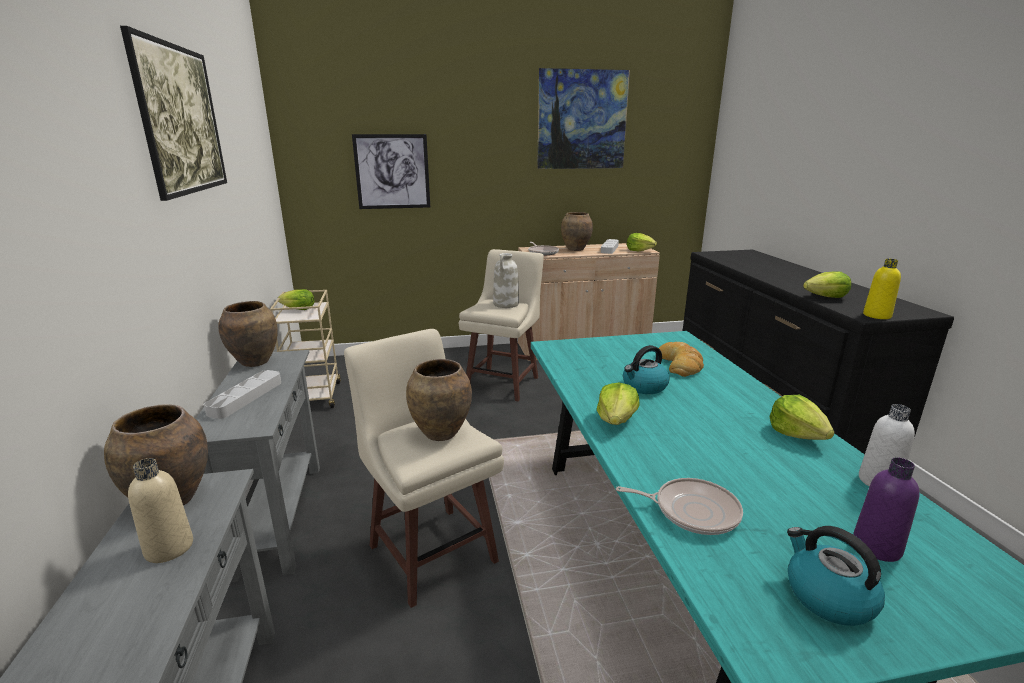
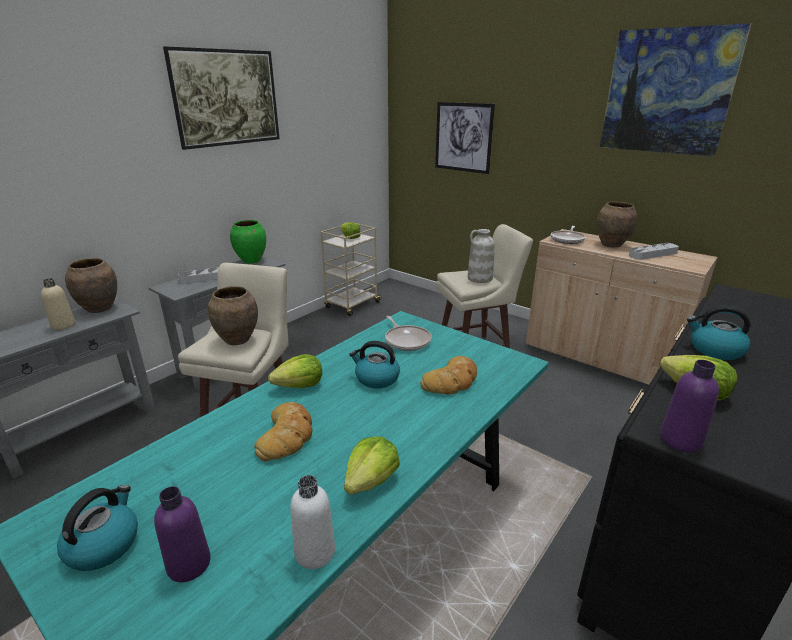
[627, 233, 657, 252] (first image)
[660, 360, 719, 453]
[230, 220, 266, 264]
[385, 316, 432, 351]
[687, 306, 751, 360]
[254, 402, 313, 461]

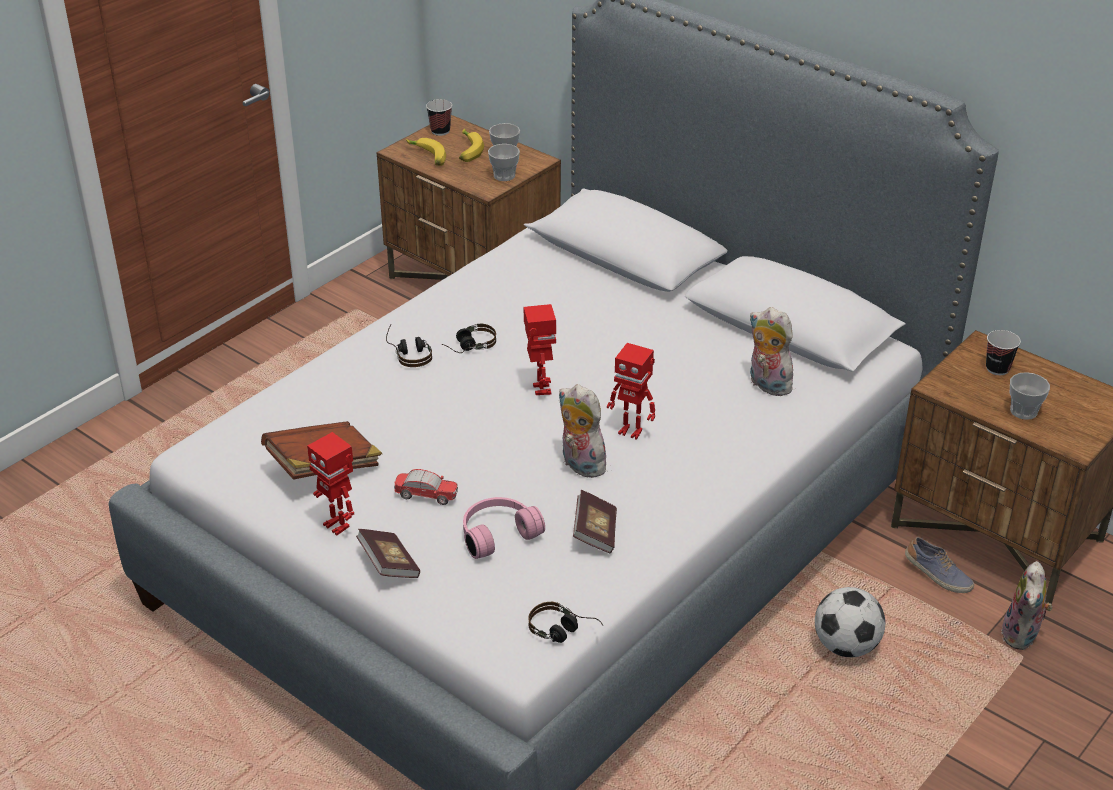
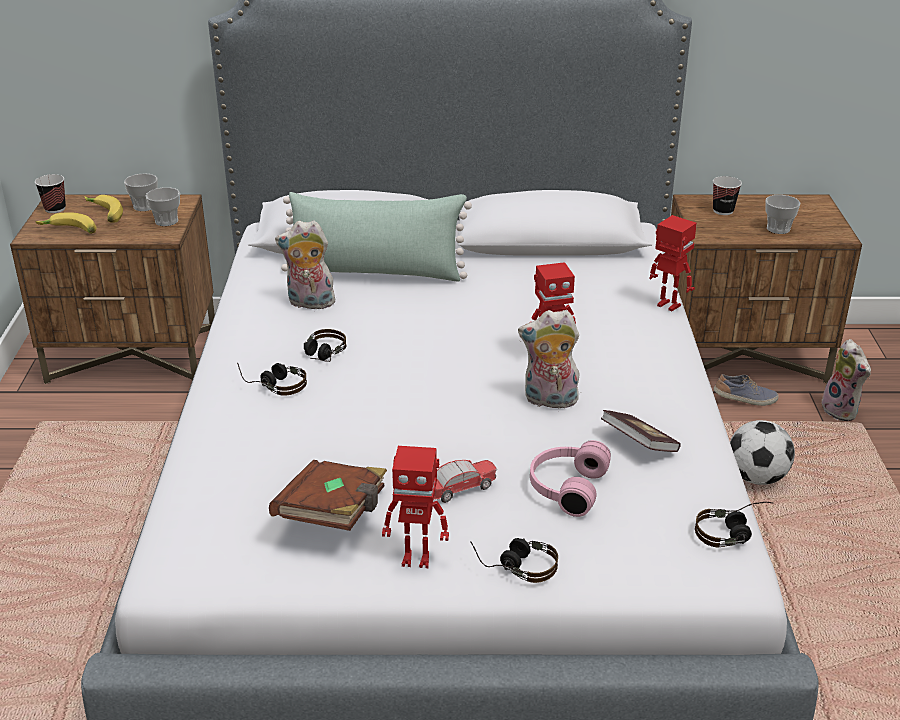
[649, 215, 697, 311]
[275, 220, 335, 309]
[470, 538, 558, 583]
[281, 192, 472, 282]

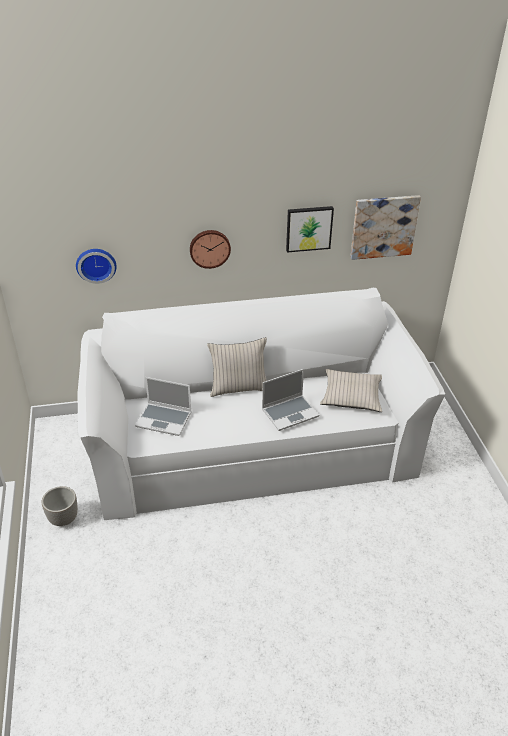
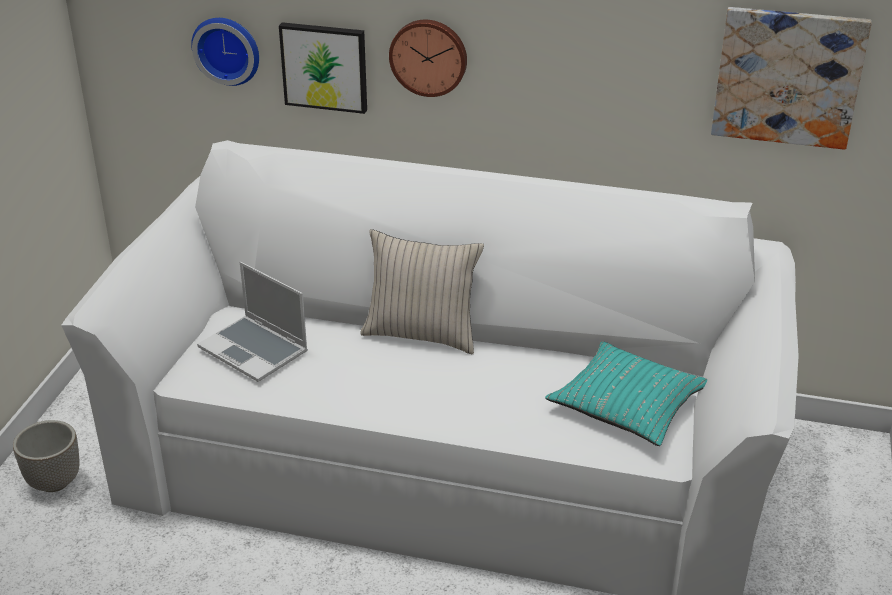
[279, 22, 367, 114]
[262, 369, 319, 431] (first image)
[545, 341, 707, 446]

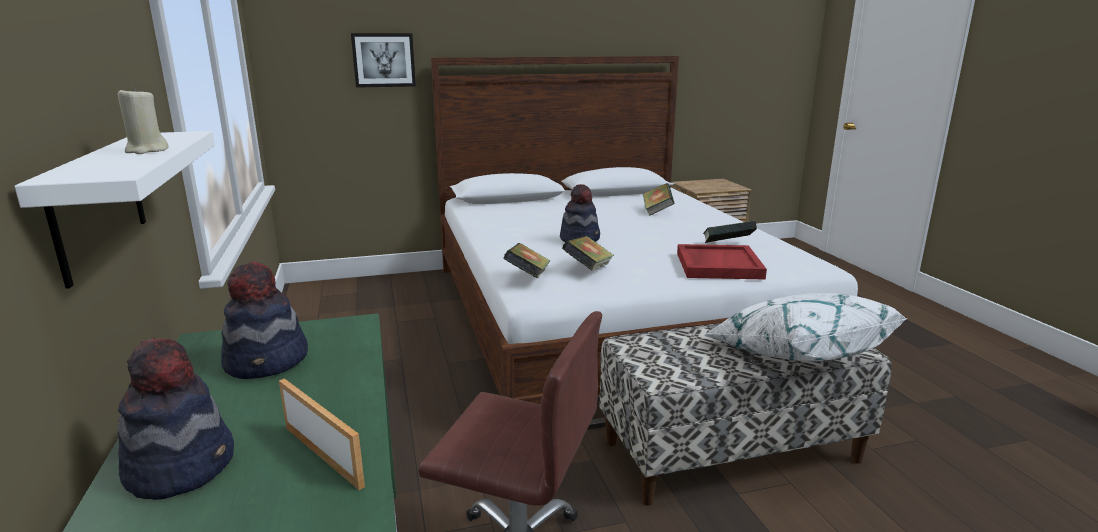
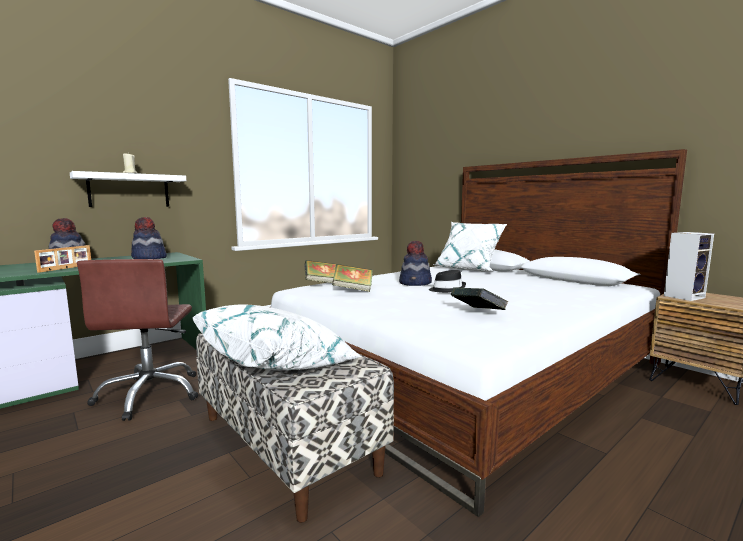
[351, 33, 416, 88] (first image)
[643, 183, 675, 216] (first image)
[677, 244, 767, 280] (first image)
[433, 222, 507, 272]
[664, 232, 714, 301]
[429, 270, 466, 293]

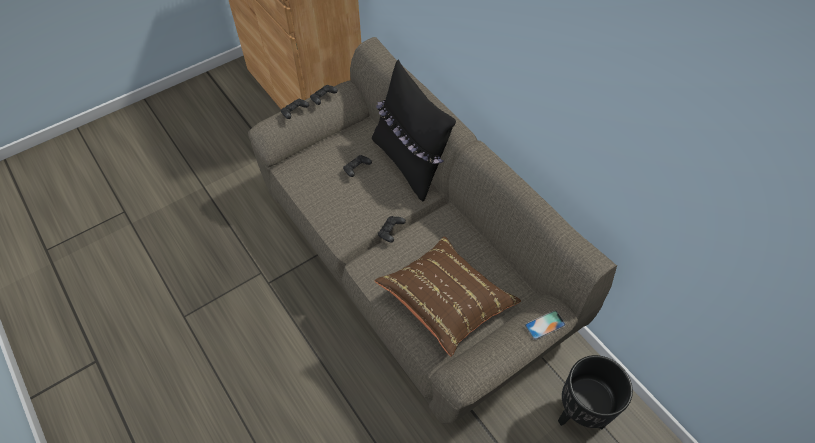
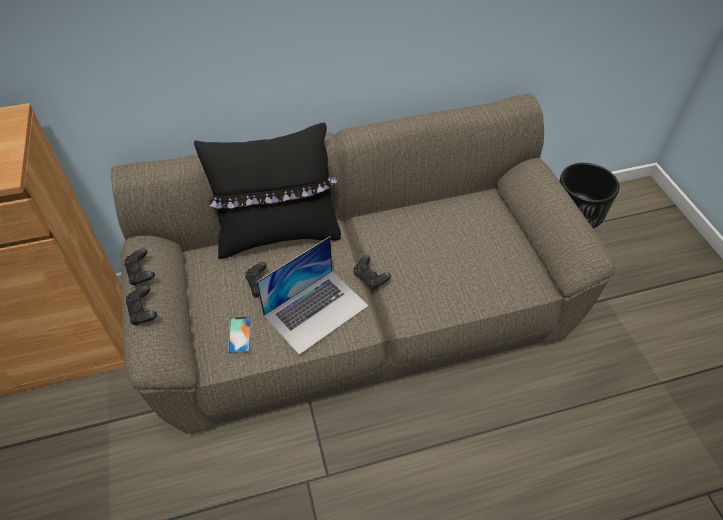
[374, 236, 521, 357] (first image)
[228, 316, 251, 354]
[256, 236, 369, 355]

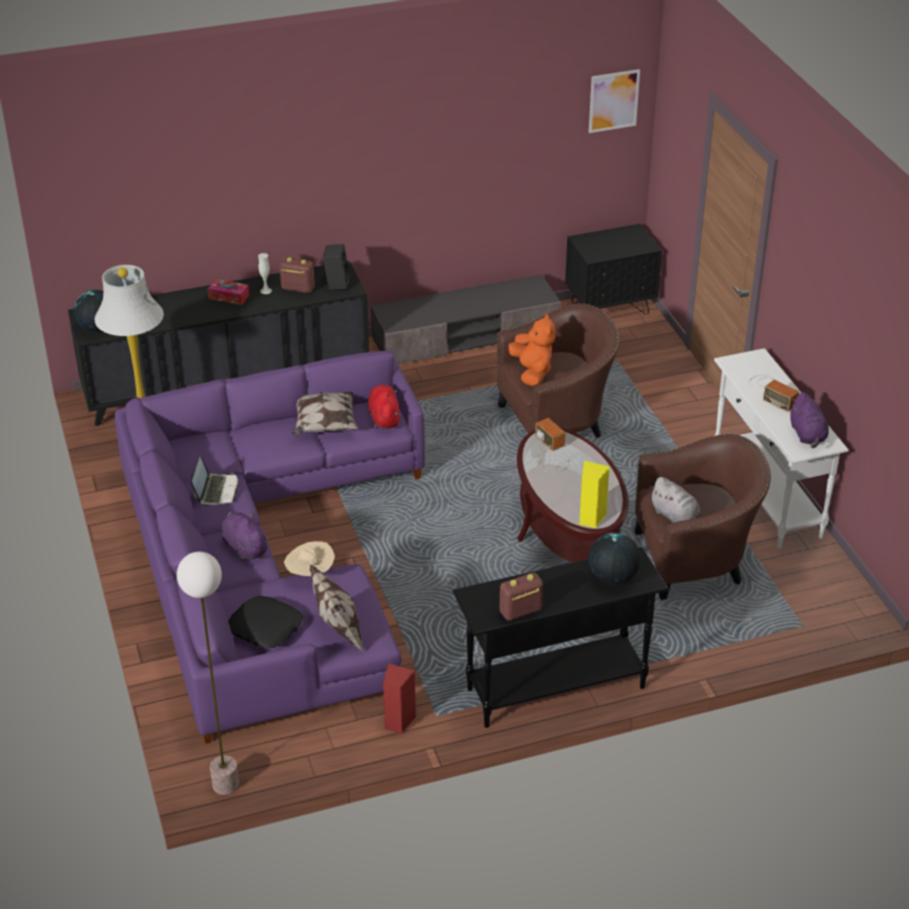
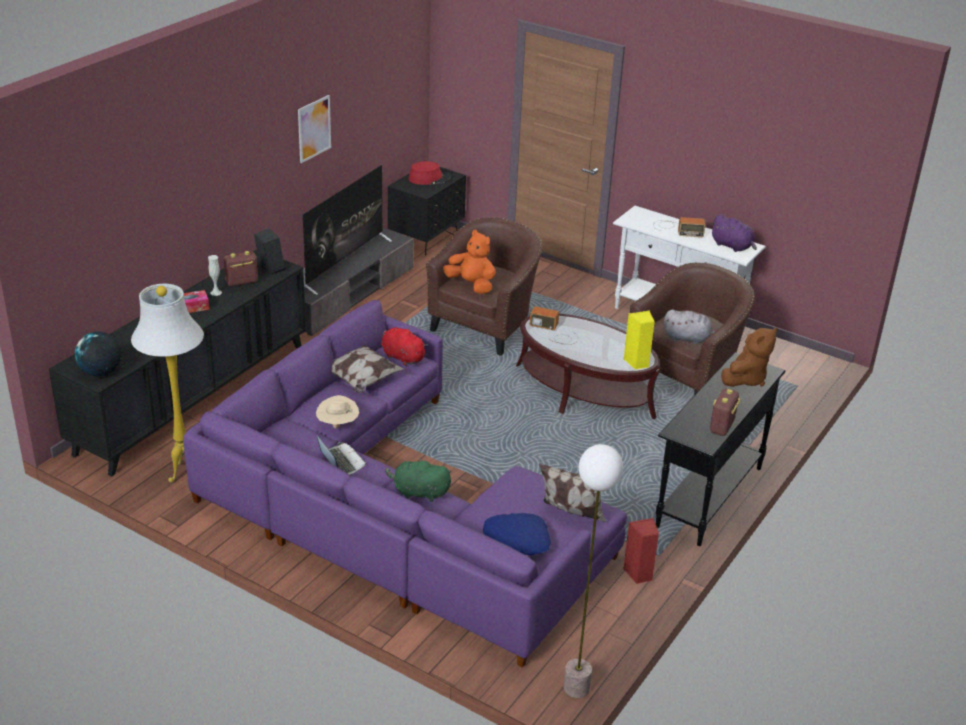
[298, 95, 331, 163]
[385, 457, 451, 502]
[721, 328, 777, 387]
[316, 395, 359, 429]
[483, 513, 551, 555]
[408, 161, 450, 185]
[303, 165, 392, 295]

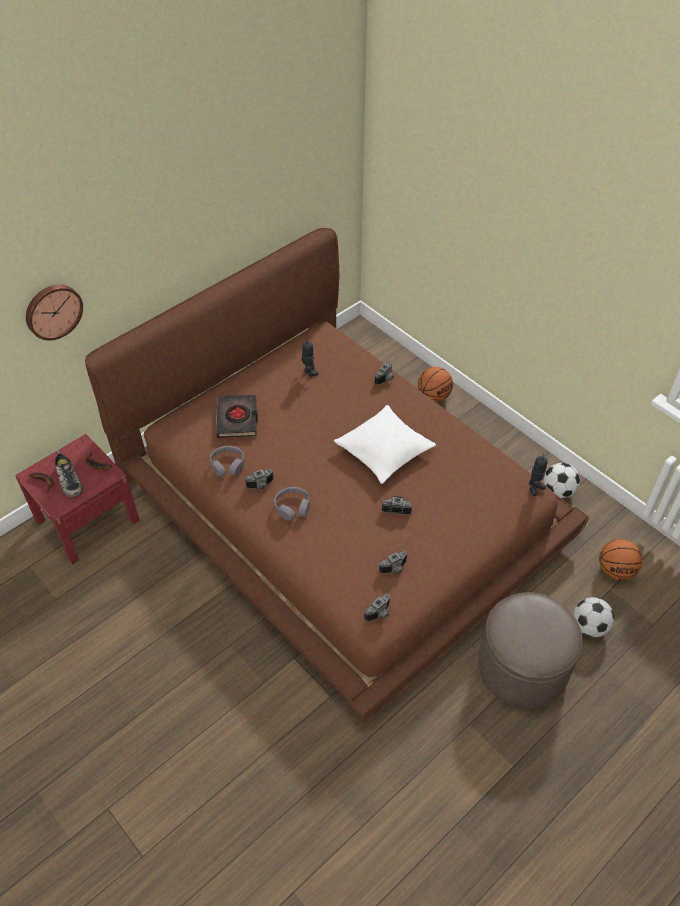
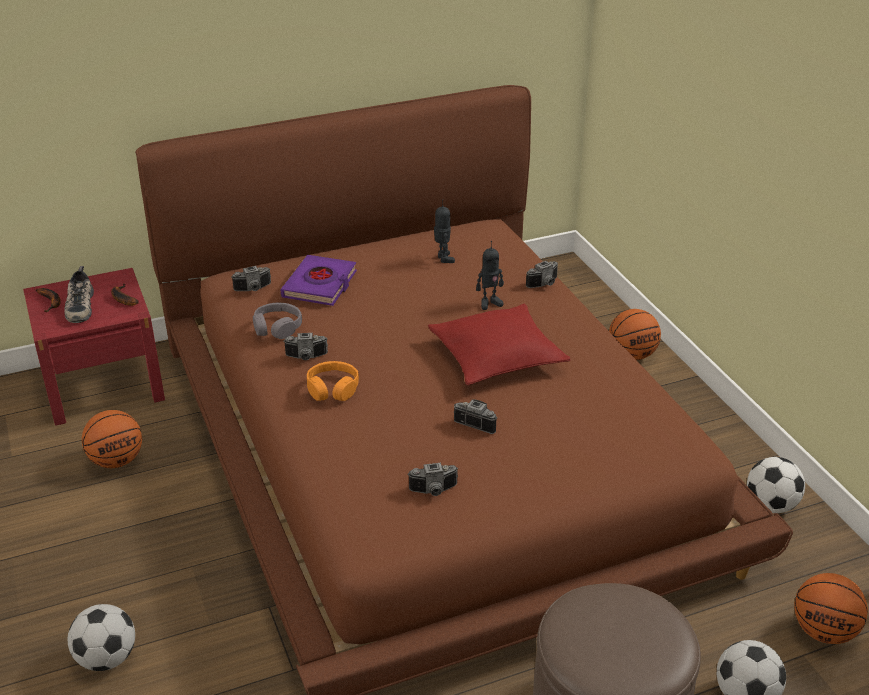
[26, 285, 83, 340] (first image)
[280, 255, 357, 306]
[428, 304, 571, 386]
[476, 241, 504, 310]
[307, 361, 359, 401]
[231, 266, 271, 291]
[82, 410, 142, 468]
[68, 604, 135, 671]

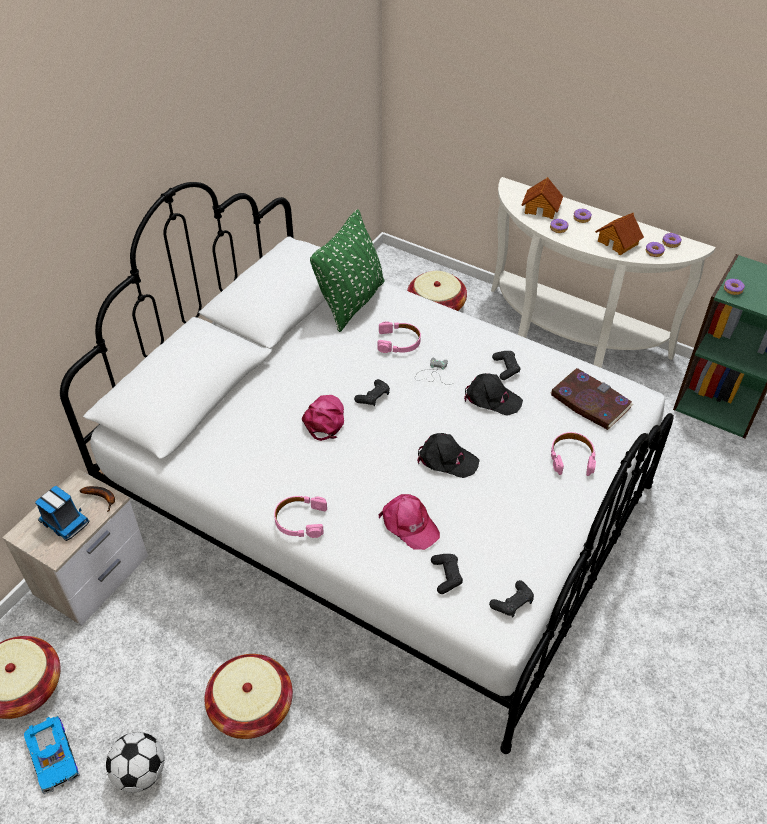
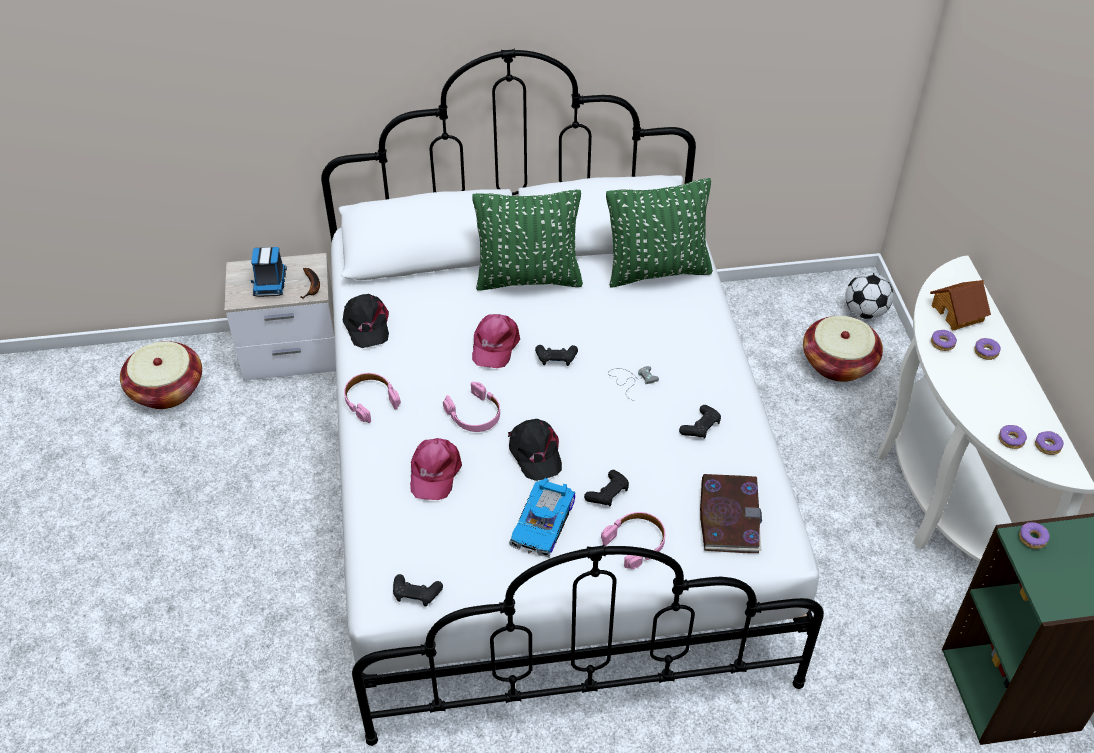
[595, 213, 644, 255] (first image)
[443, 381, 500, 432]
[343, 294, 389, 348]
[472, 314, 520, 368]
[584, 470, 629, 506]
[204, 654, 293, 739] (first image)
[509, 478, 575, 558]
[845, 273, 893, 319]
[472, 190, 583, 291]

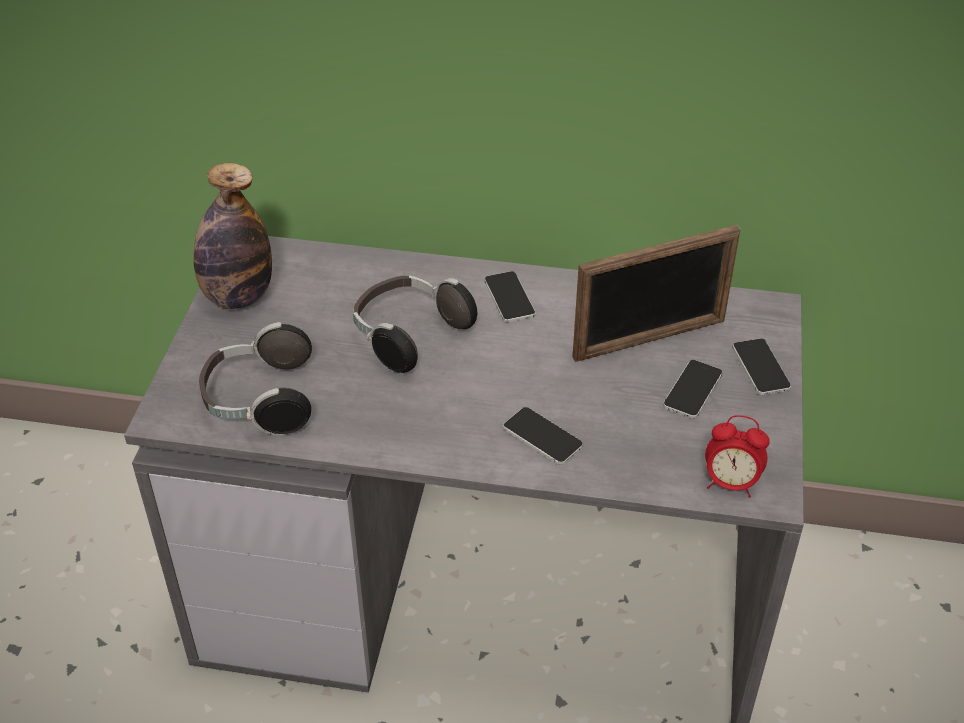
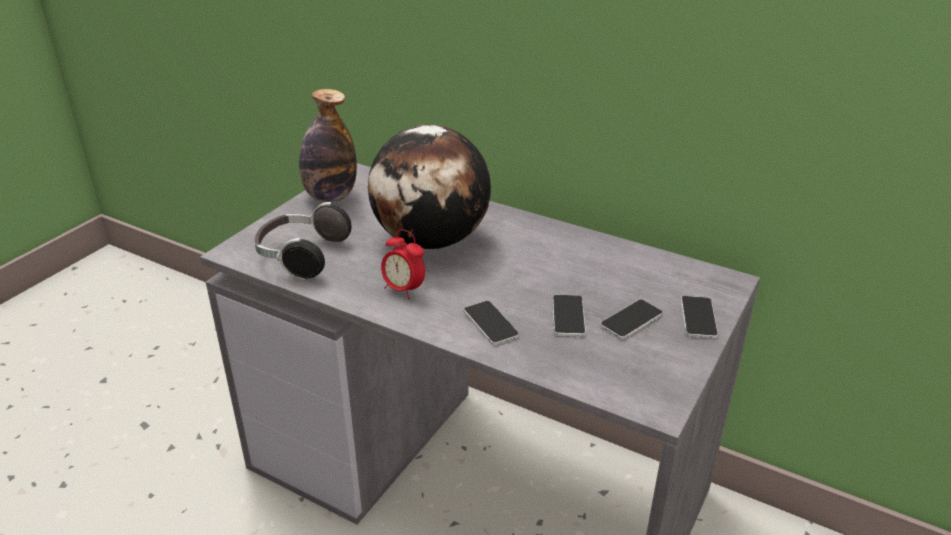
[572, 225, 740, 362] (first image)
[553, 295, 586, 337]
[368, 124, 491, 249]
[381, 229, 425, 300]

